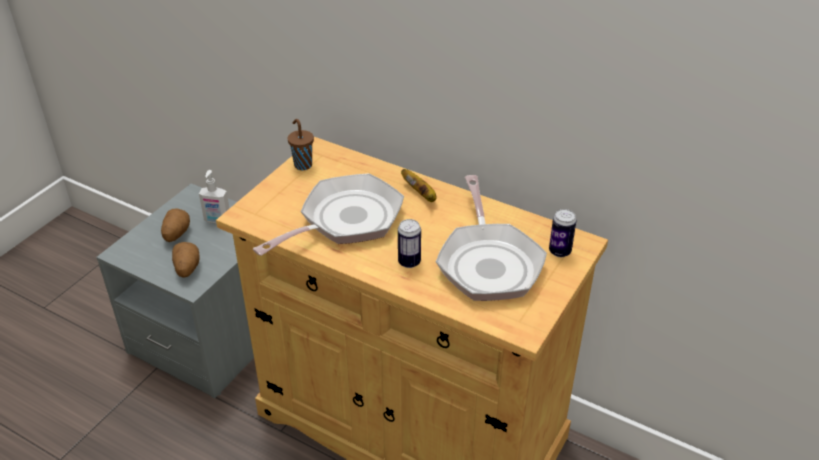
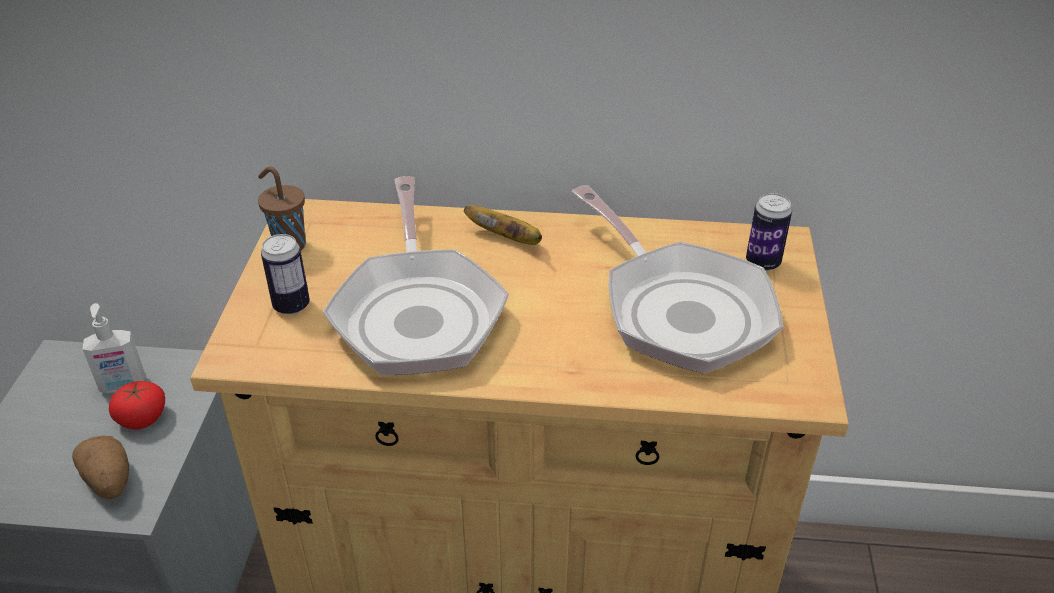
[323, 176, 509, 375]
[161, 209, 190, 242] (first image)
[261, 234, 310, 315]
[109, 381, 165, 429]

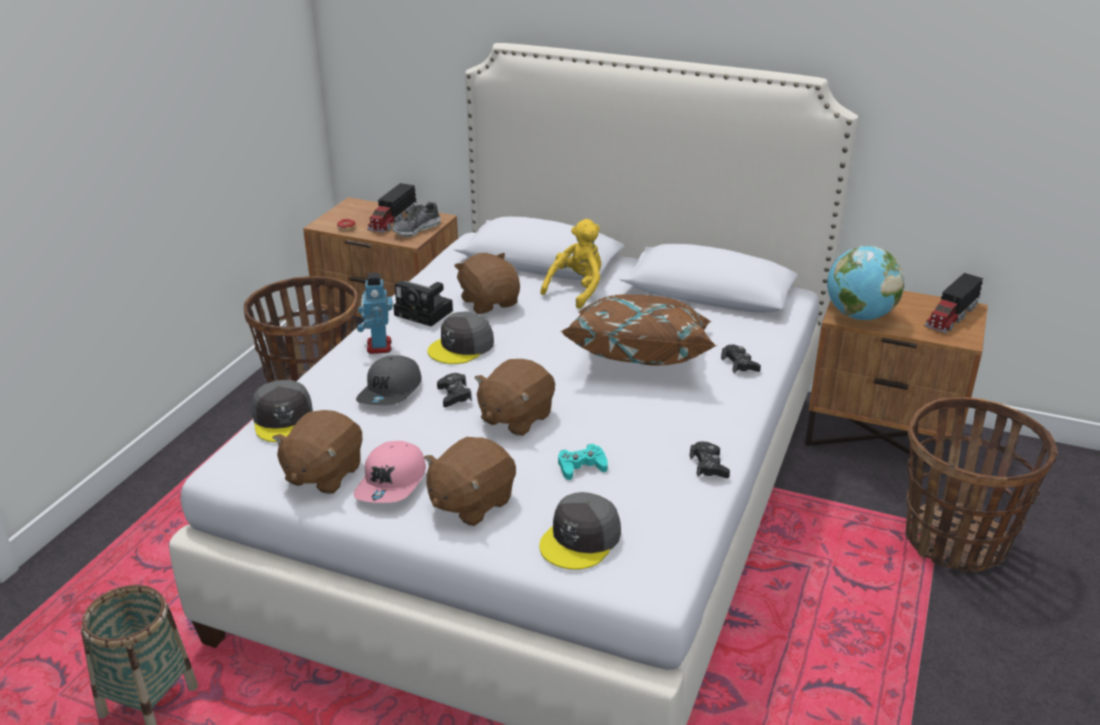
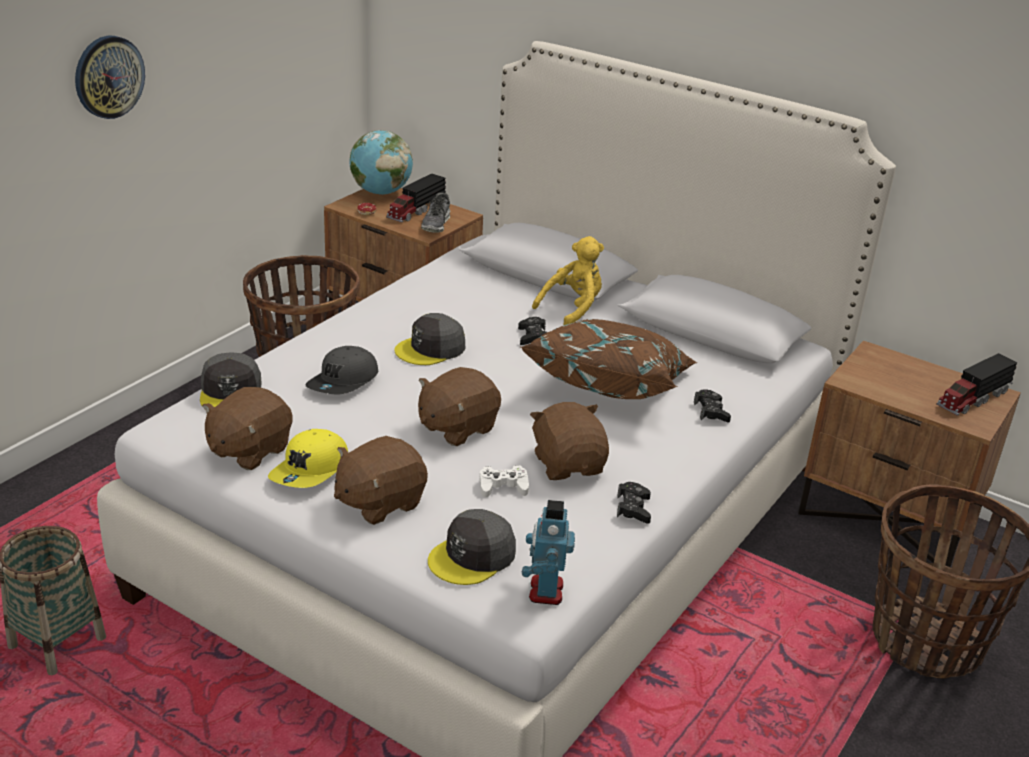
[421, 193, 450, 233]
[350, 130, 413, 195]
[530, 402, 609, 480]
[522, 500, 575, 605]
[393, 281, 453, 327] (first image)
[518, 317, 547, 345]
[268, 429, 348, 488]
[480, 465, 529, 497]
[75, 36, 145, 119]

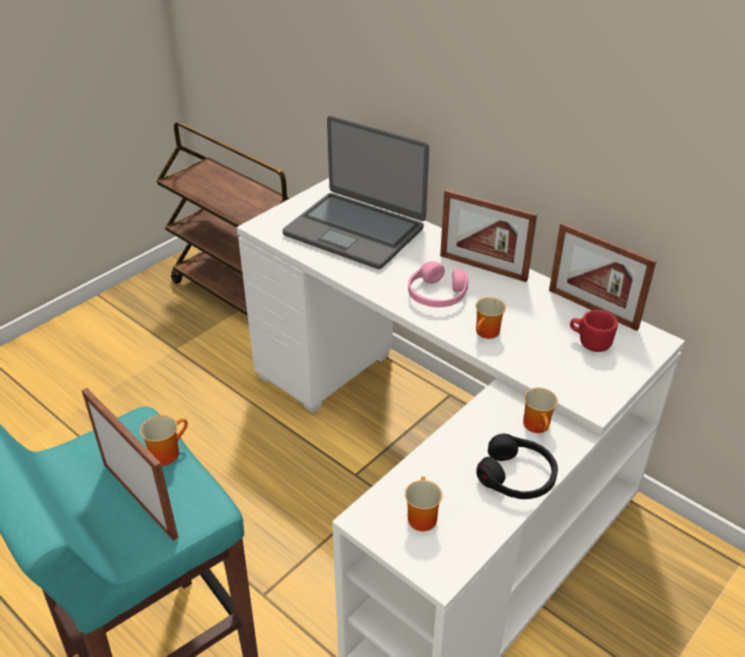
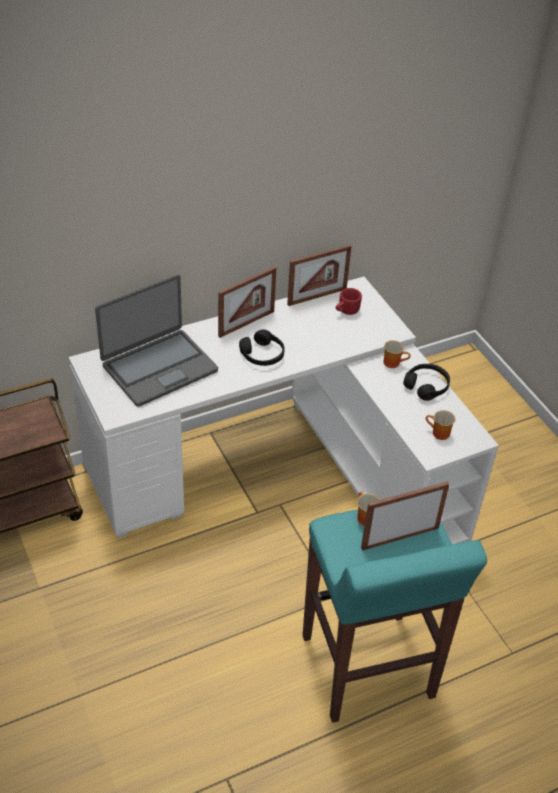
[239, 330, 285, 366]
[476, 297, 506, 339] (first image)

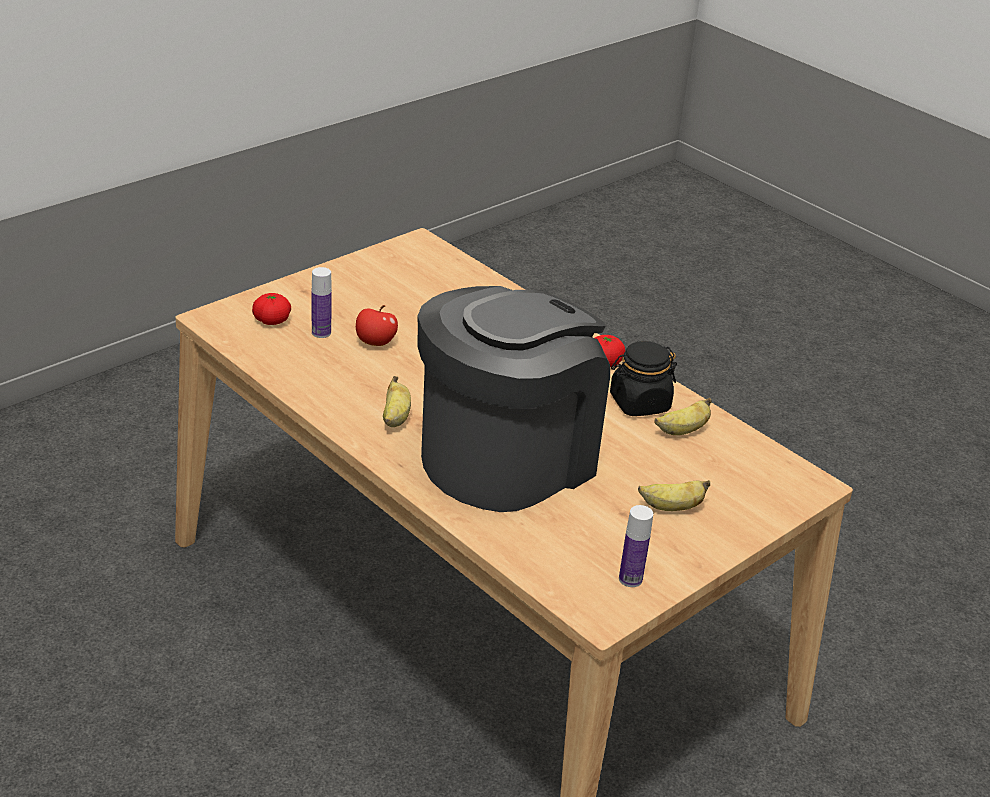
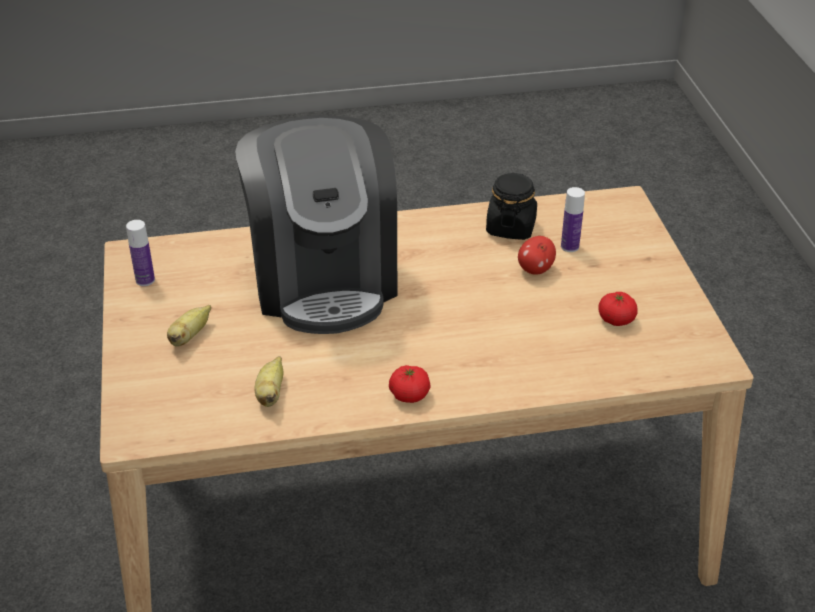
[599, 292, 638, 326]
[486, 173, 537, 240]
[383, 376, 411, 427] (first image)

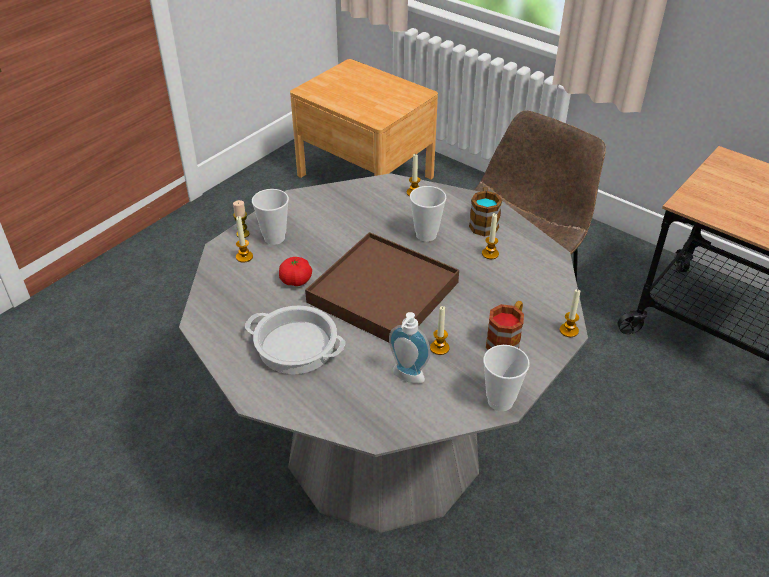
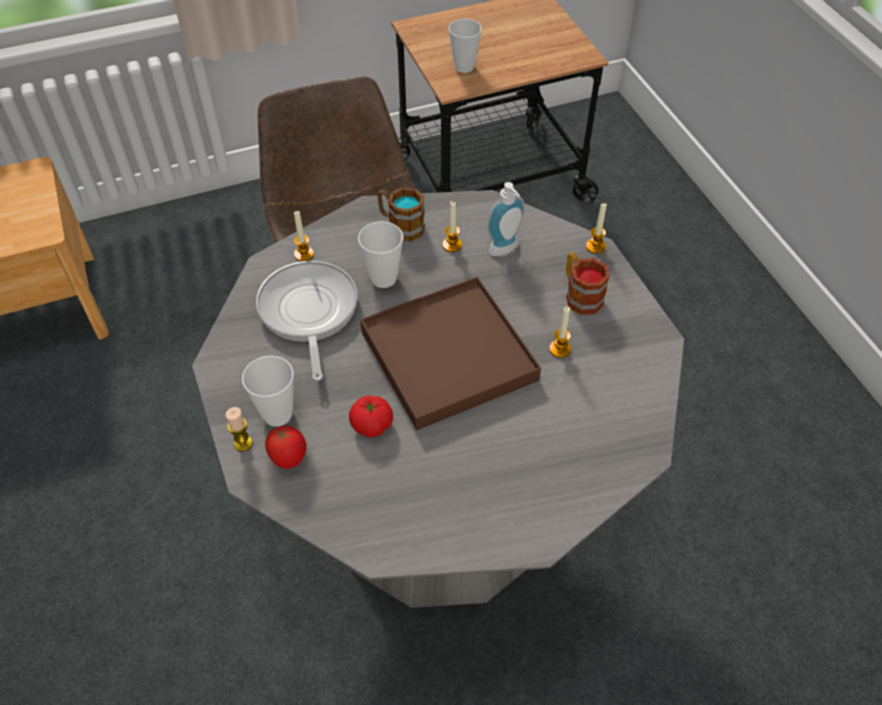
[265, 426, 307, 469]
[245, 306, 345, 374] (first image)
[487, 182, 525, 256]
[449, 19, 482, 73]
[256, 261, 358, 381]

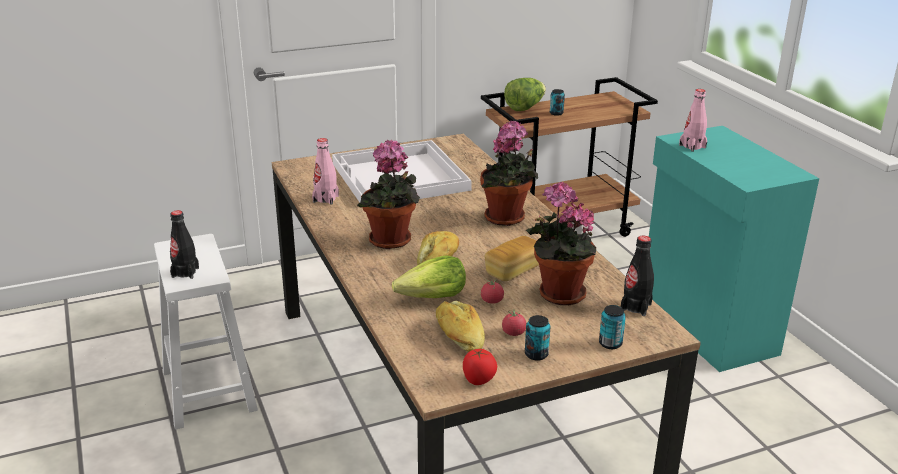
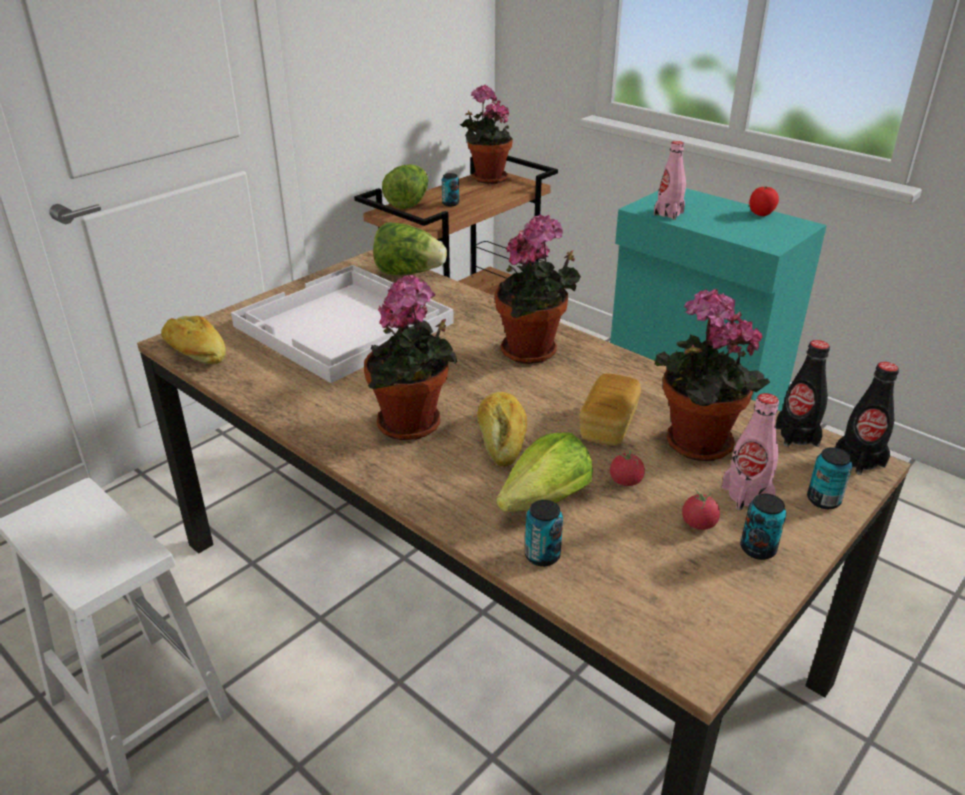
[722, 393, 779, 510]
[835, 362, 899, 475]
[161, 316, 226, 364]
[749, 186, 779, 216]
[460, 85, 513, 184]
[373, 222, 447, 275]
[525, 500, 563, 566]

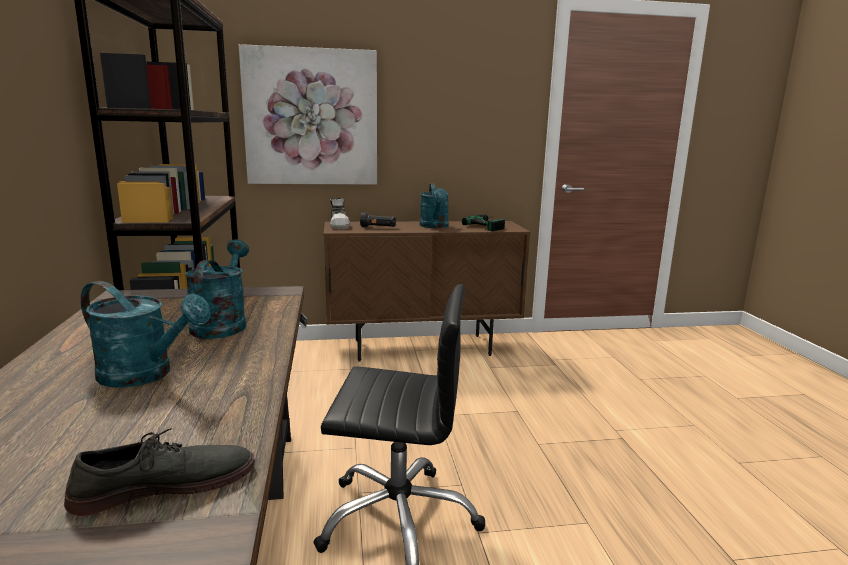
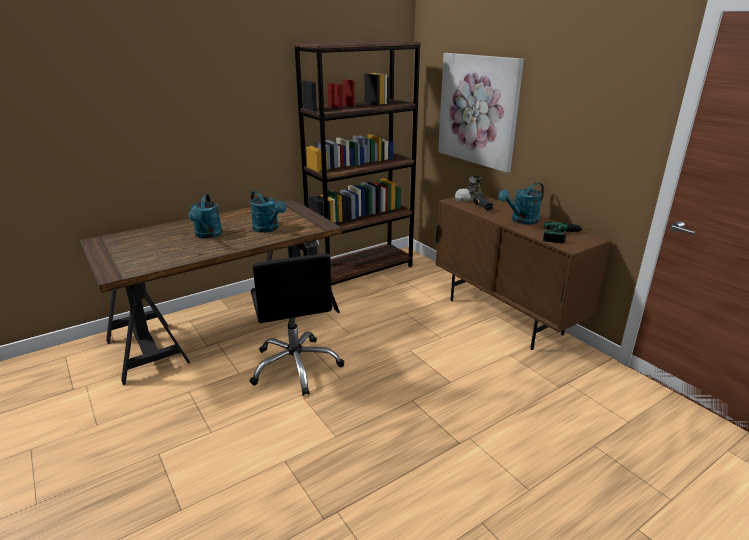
[250, 190, 286, 233]
[64, 428, 255, 516] (first image)

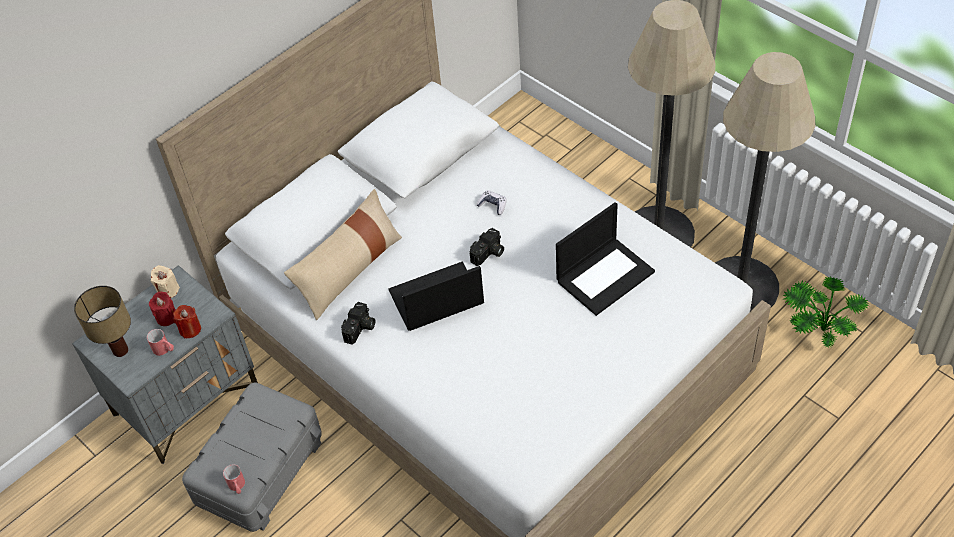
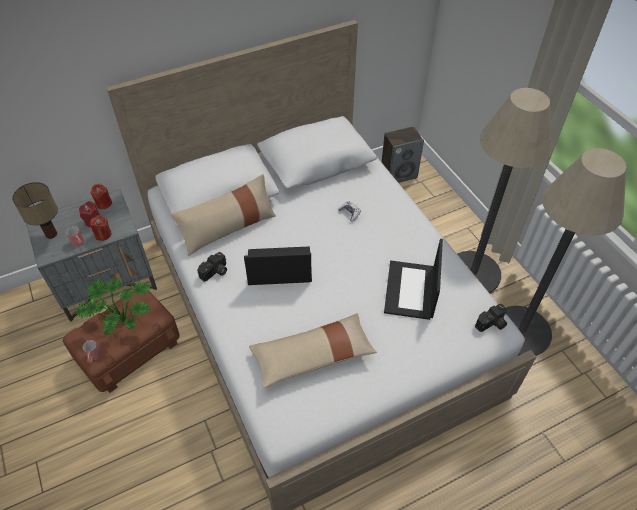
[384, 239, 443, 320]
[475, 304, 507, 332]
[90, 184, 112, 209]
[75, 278, 151, 336]
[63, 291, 180, 393]
[382, 126, 424, 183]
[249, 314, 377, 388]

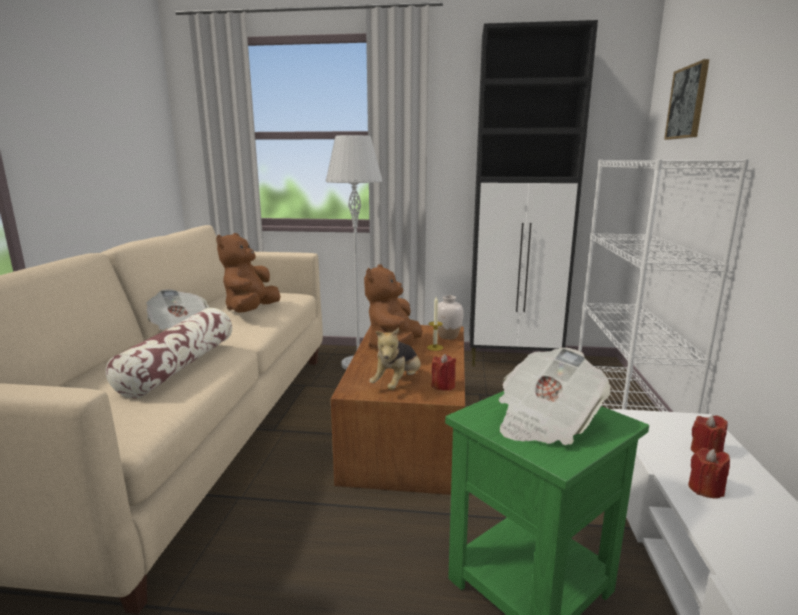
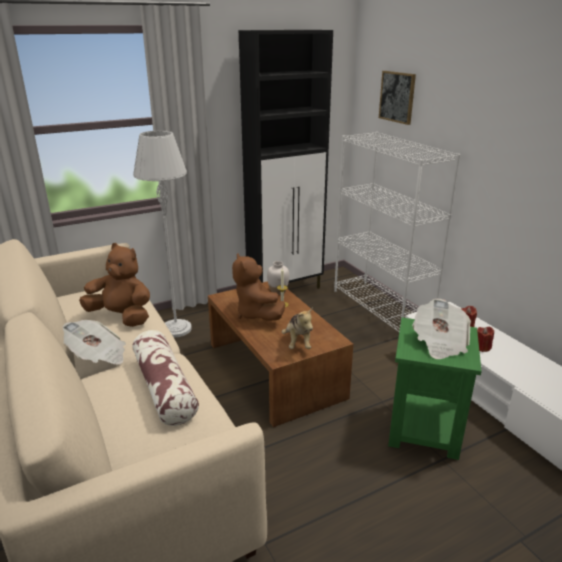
[79, 243, 150, 327]
[431, 354, 456, 391] (first image)

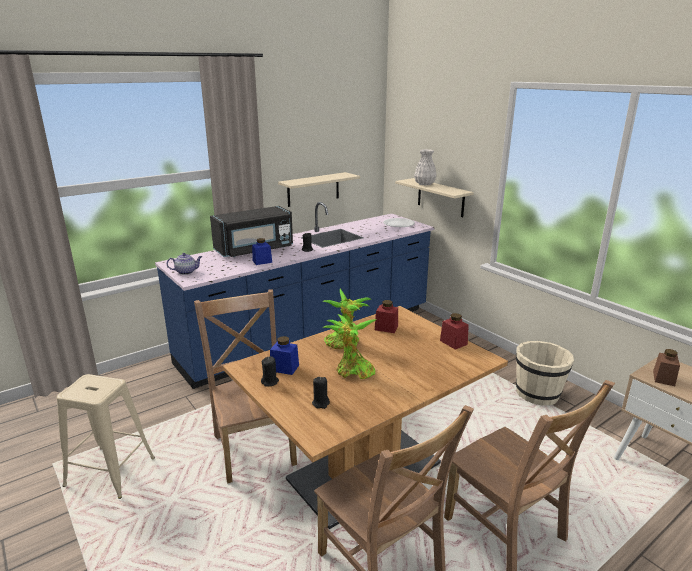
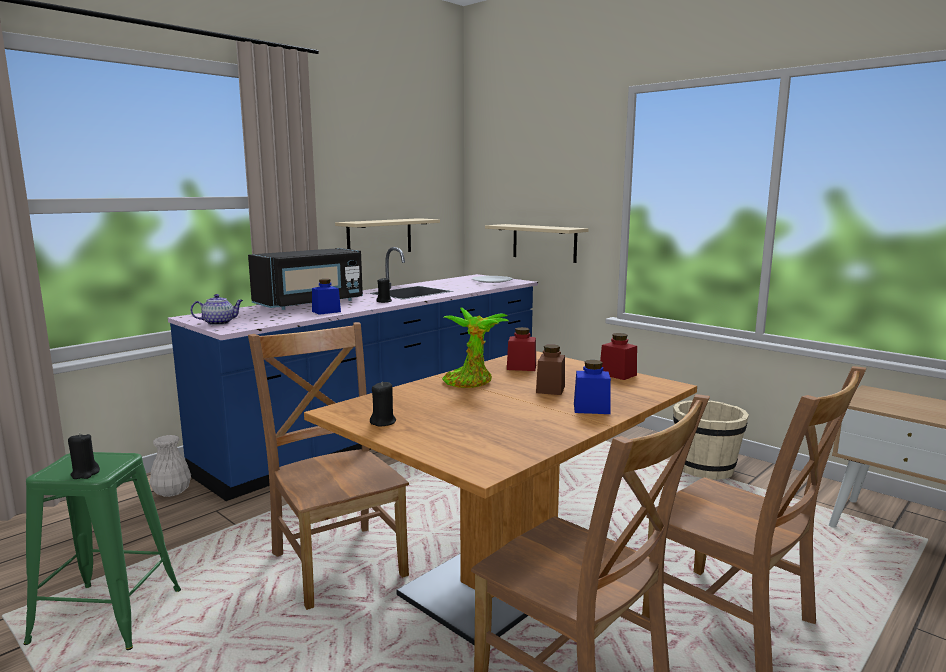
[149, 435, 191, 497]
[323, 314, 377, 379] (first image)
[574, 360, 611, 414]
[536, 344, 565, 395]
[24, 452, 181, 650]
[68, 433, 100, 479]

